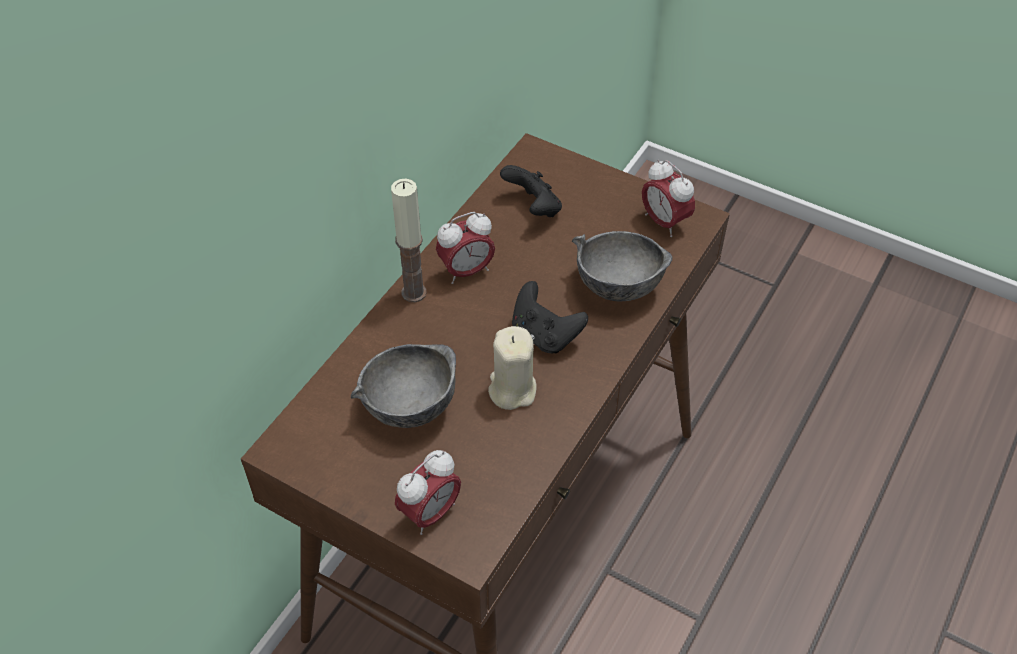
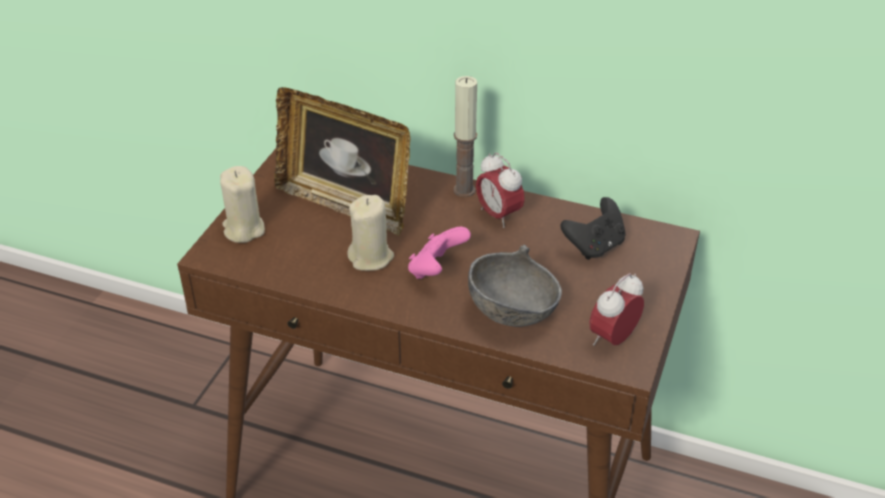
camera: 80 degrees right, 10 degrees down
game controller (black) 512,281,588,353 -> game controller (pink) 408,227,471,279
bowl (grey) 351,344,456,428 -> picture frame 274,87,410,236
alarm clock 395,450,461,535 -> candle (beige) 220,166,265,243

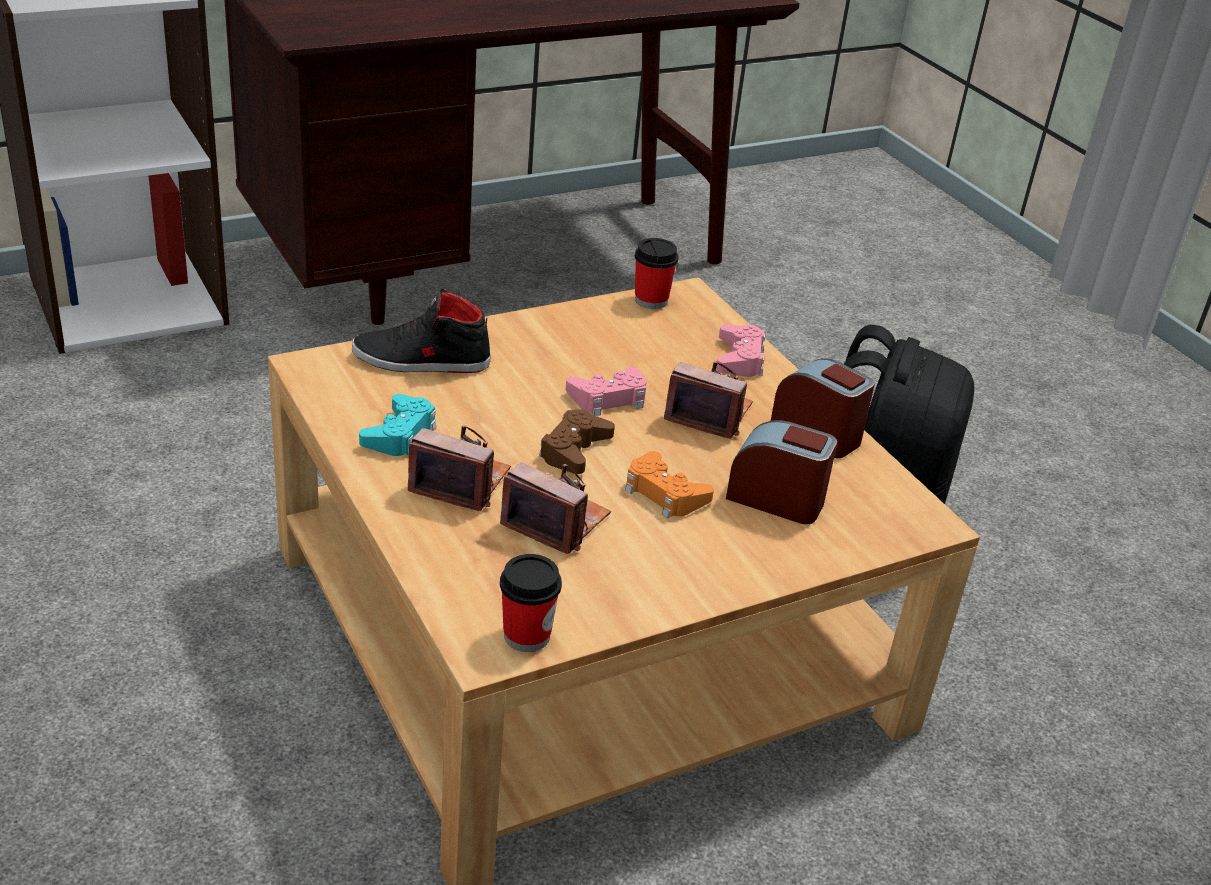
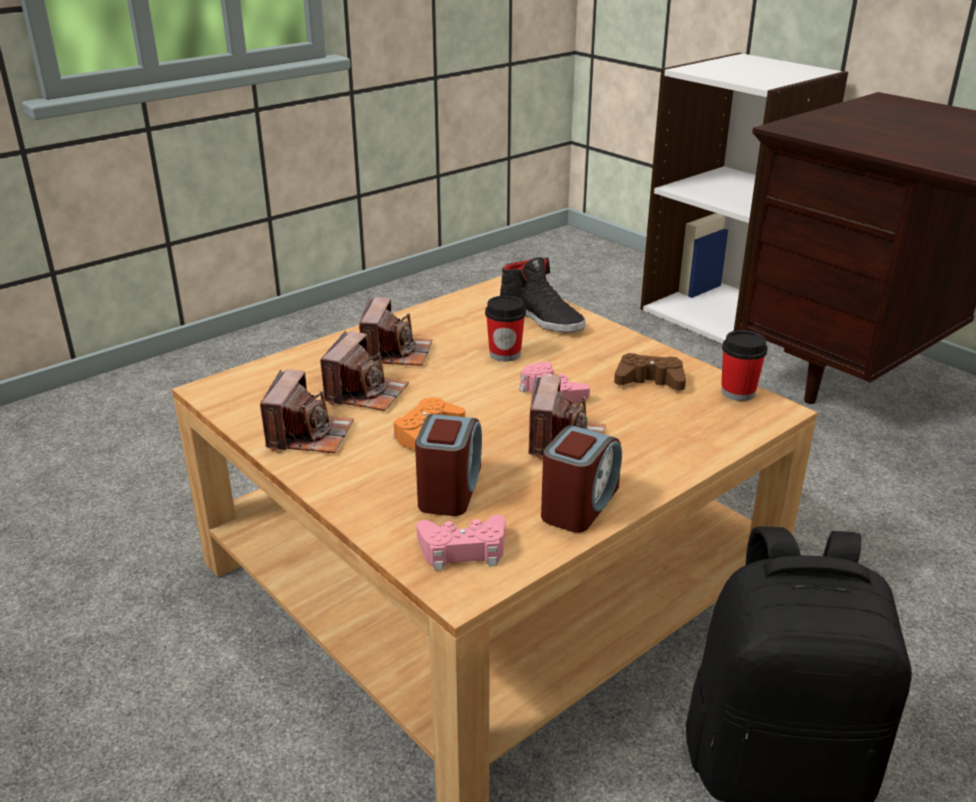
camera: 80 degrees right, 5 degrees down
shoe (black) 352,288,491,373 -> shoe (black) 500,257,585,333, 150 degrees clockwise
game controller (pink) 716,325,765,377 -> game controller (pink) 416,515,506,571, move
game controller (turquoise) 359,394,436,456 -> none
game controller (brown) 539,409,615,474 -> game controller (brown) 614,353,686,391, move
cup 500,554,562,652 -> cup 485,296,526,362, move
none -> photo camera 260,369,354,453

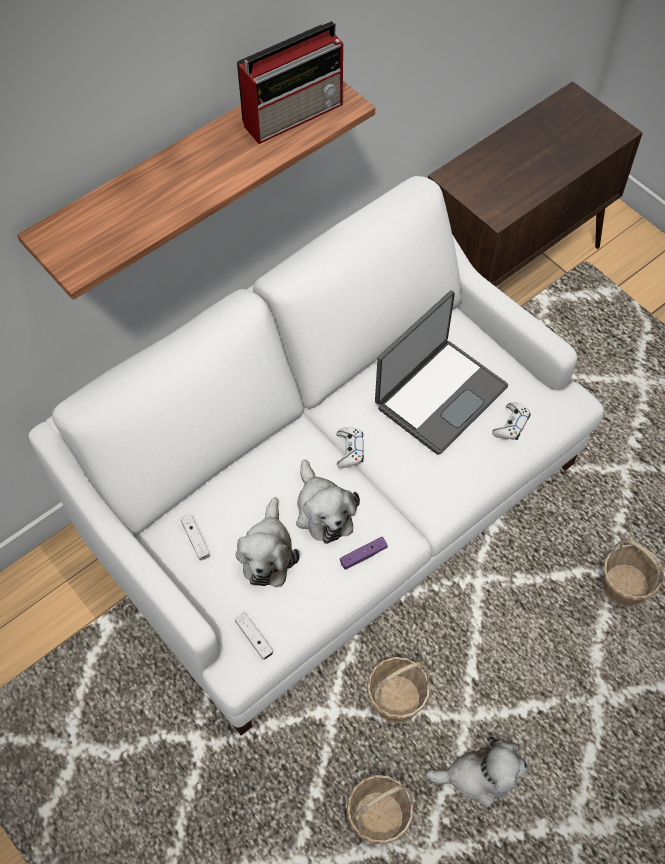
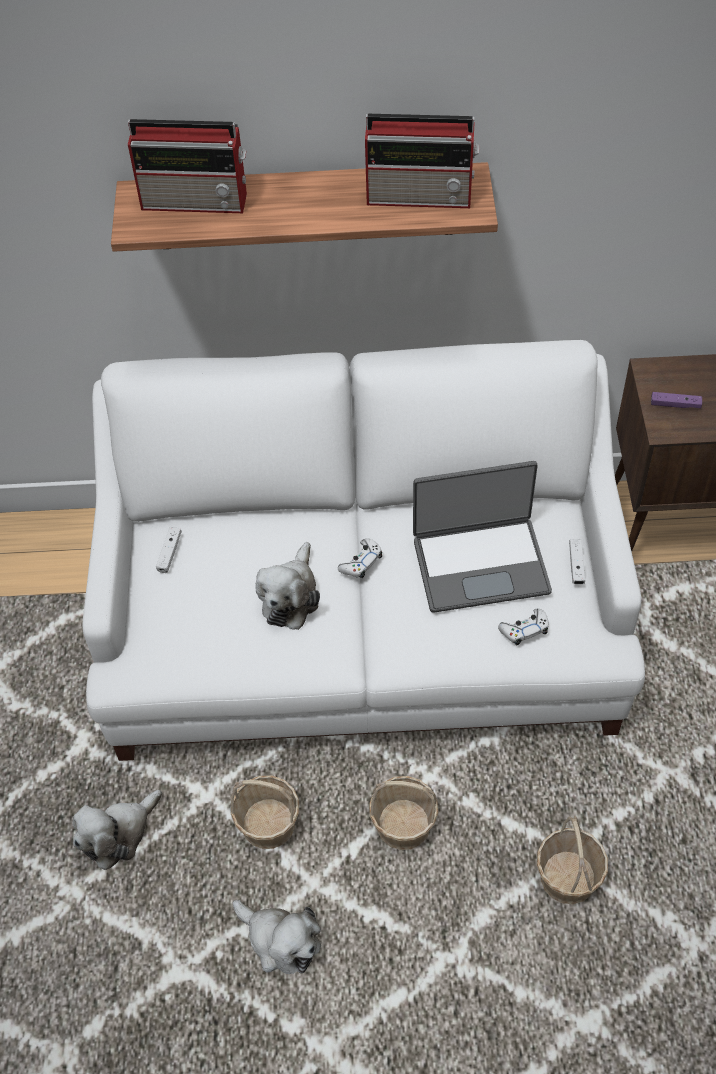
camera: 40 degrees right, 5 degrees down
plush toy 236,497,300,587 -> plush toy 72,790,162,870, move
game controller (purple) 340,536,388,570 -> game controller (purple) 651,392,702,408, move
game controller (white) 235,613,273,660 -> game controller (white) 569,539,585,584, move
basket 347,775,414,844 -> basket 369,776,438,850, move
none -> radio 128,119,247,214

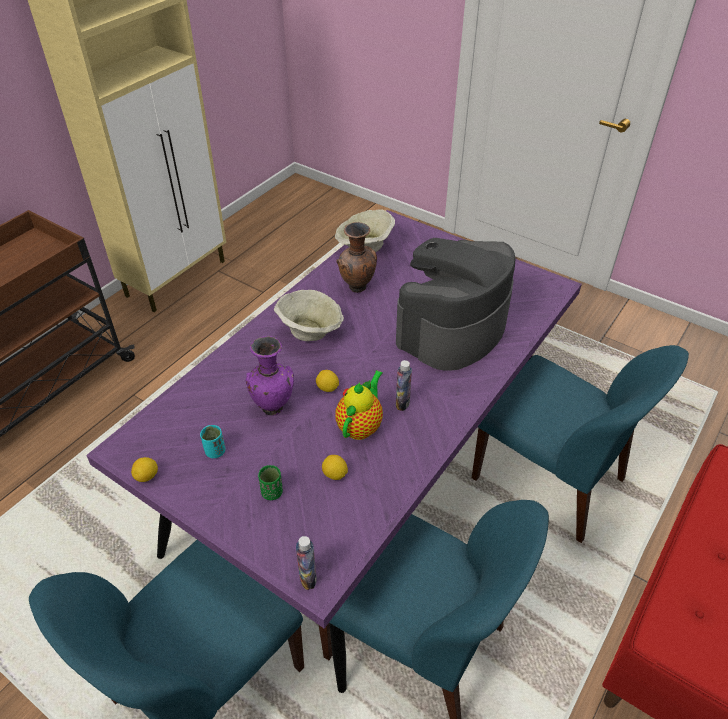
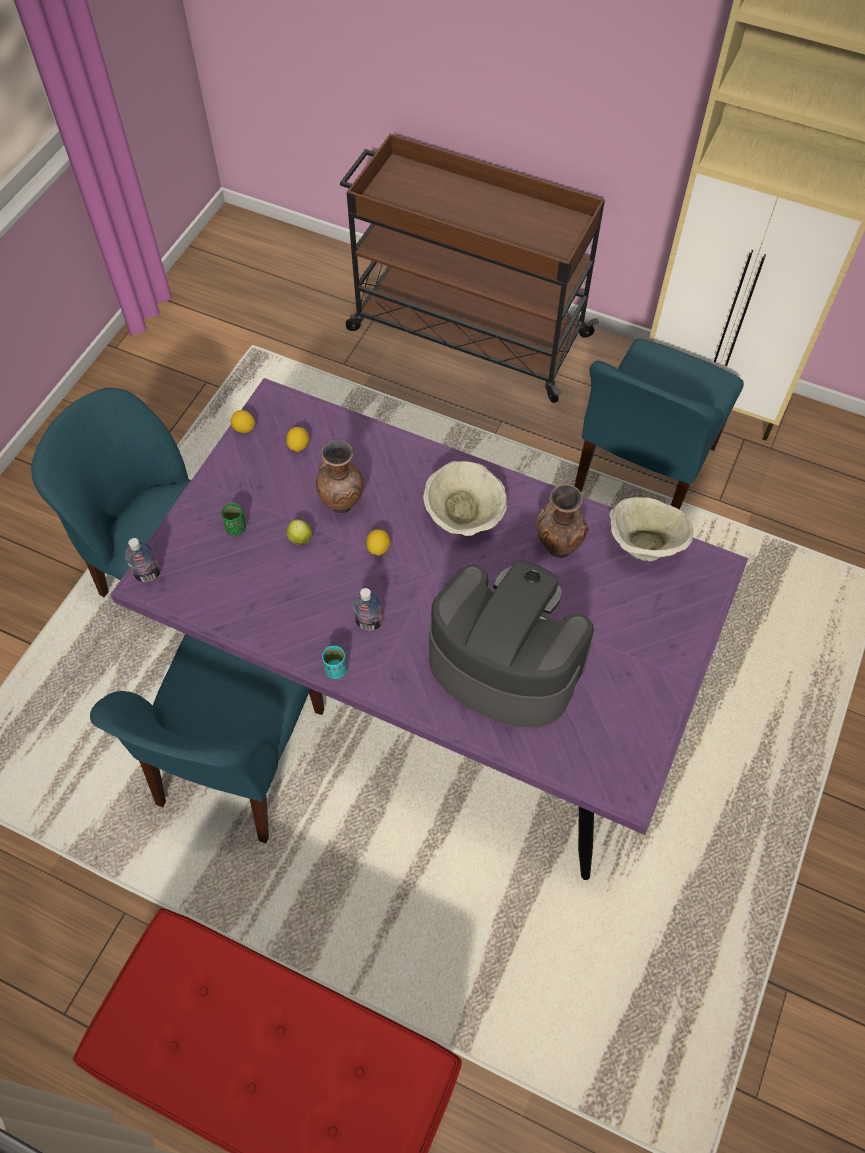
camera: 80 degrees right, 15 degrees up
vase (purple) 246,336,294,415 -> vase (brown) 316,440,364,514
chair (blue) 472,345,689,543 -> chair (blue) 575,338,744,510, move
teapot 335,370,383,440 -> none
cup (turquoise) 200,425,225,458 -> cup (turquoise) 322,646,347,679, move
lemon 322,455,348,480 -> lemon 286,427,309,452, move
none -> apple 286,519,312,545

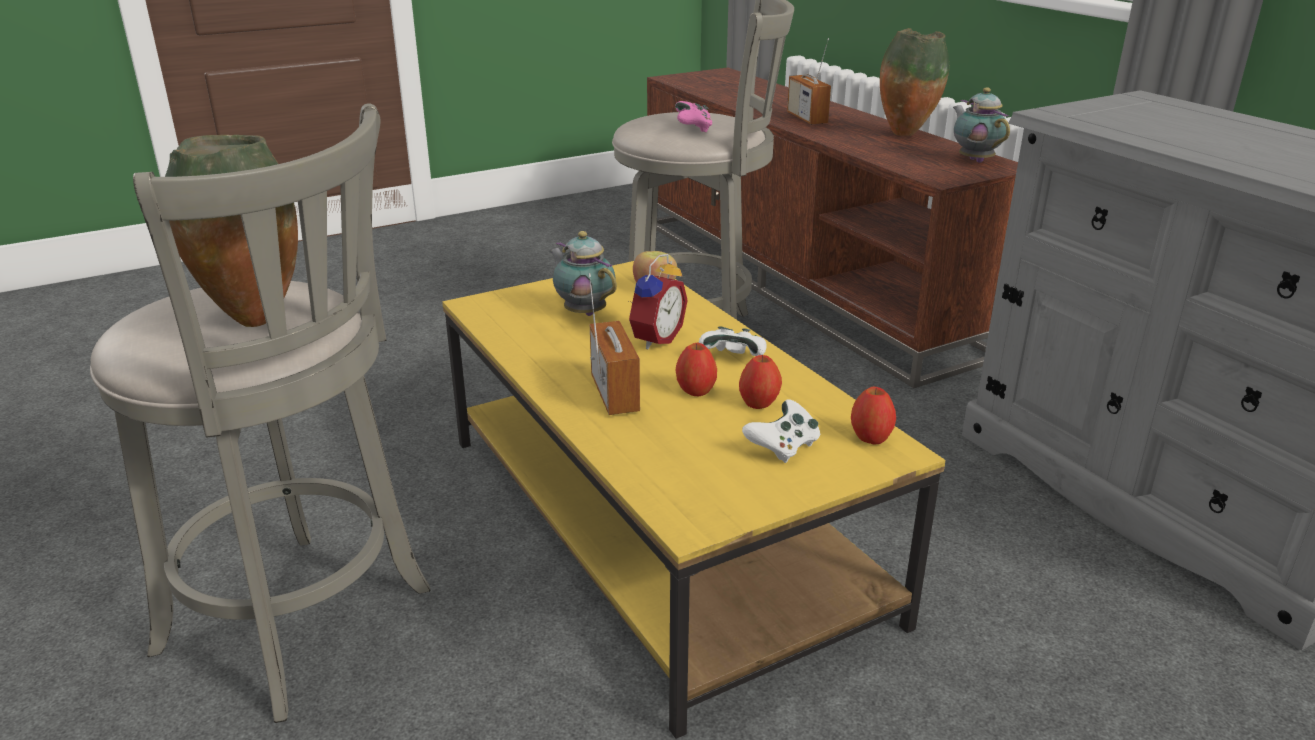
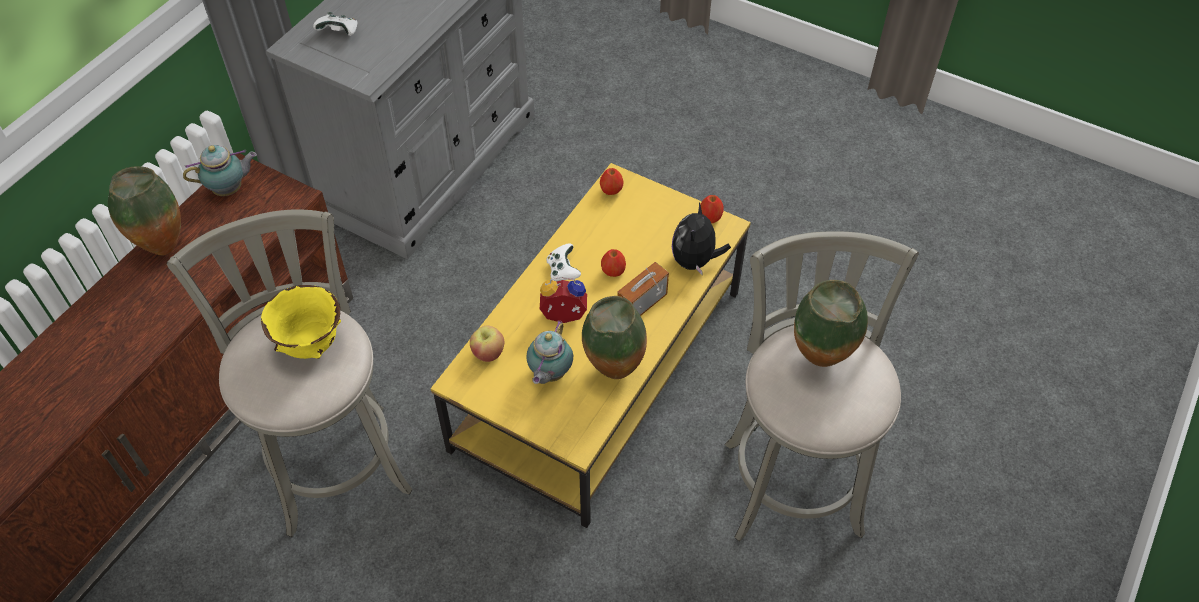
camera: 120 degrees left, 25 degrees up
radio 787,38,831,125 -> none
teapot 953,87,1010,163 -> teapot 183,145,257,196, 150 degrees counterclockwise
game controller (pink) 675,101,712,132 -> bowl (yellow) 261,285,341,359
apple 739,355,782,409 -> apple 700,195,724,223, move
game controller (white) 742,399,820,463 -> game controller (white) 313,12,358,36, move
none -> plush toy 672,203,731,275
none -> vase 582,296,647,379

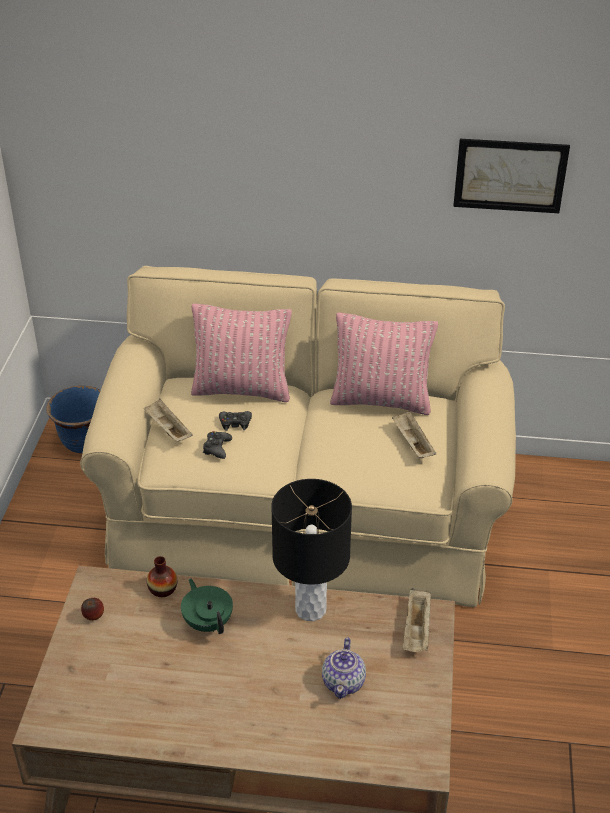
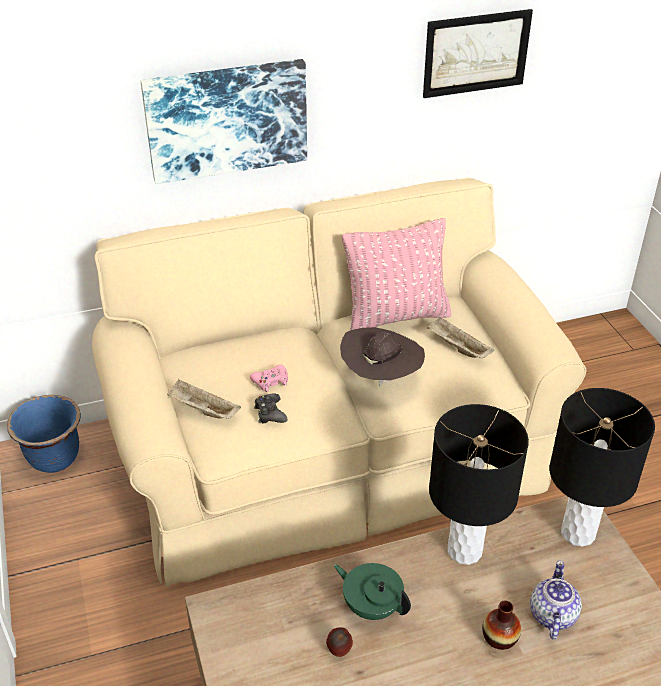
camera: 25 degrees left, 0 degrees up
pillow (pink) 191,304,292,402 -> none
game controller (black) 219,411,252,431 -> game controller (pink) 250,364,288,392
vase 147,556,177,597 -> vase 482,600,521,650, move
tray (beige) 403,588,431,652 -> table lamp (black) 549,388,655,547
apple 81,598,104,621 -> apple 326,627,353,657, move
teapot 322,637,366,699 -> teapot 530,560,582,639, 150 degrees counterclockwise
none -> picture 140,59,307,184
none -> hat (brown) 340,327,425,387

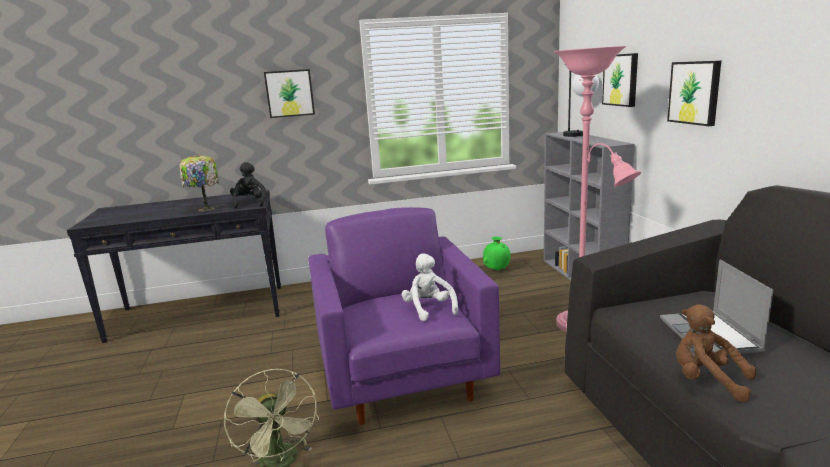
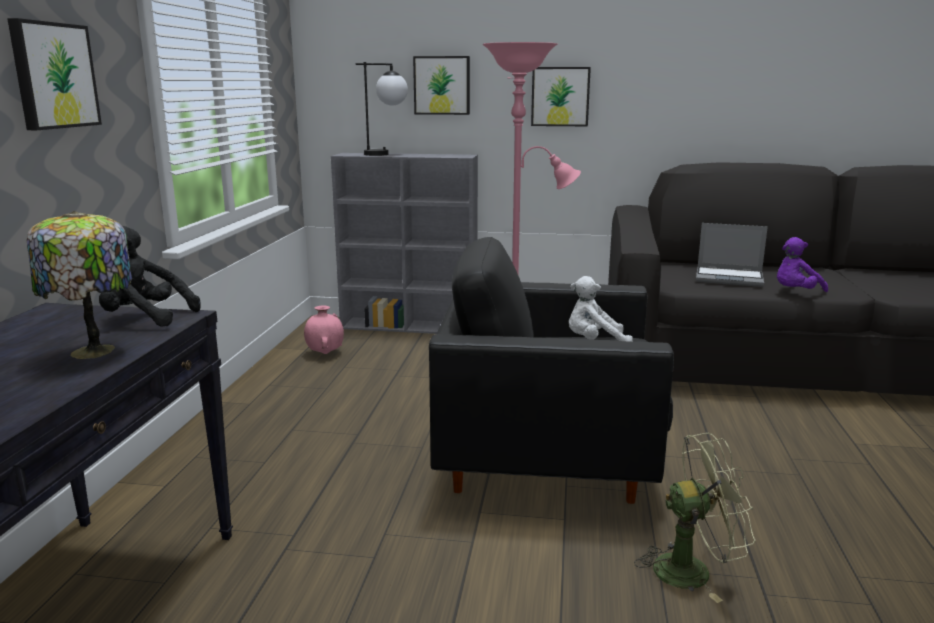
camera: 70 degrees left, 0 degrees up
armchair (purple) 308,207,500,425 -> armchair (black) 429,237,674,504
vase (green) 483,237,511,271 -> vase (pink) 304,305,344,354
plush toy (brown) 676,304,757,402 -> plush toy (purple) 777,237,828,292

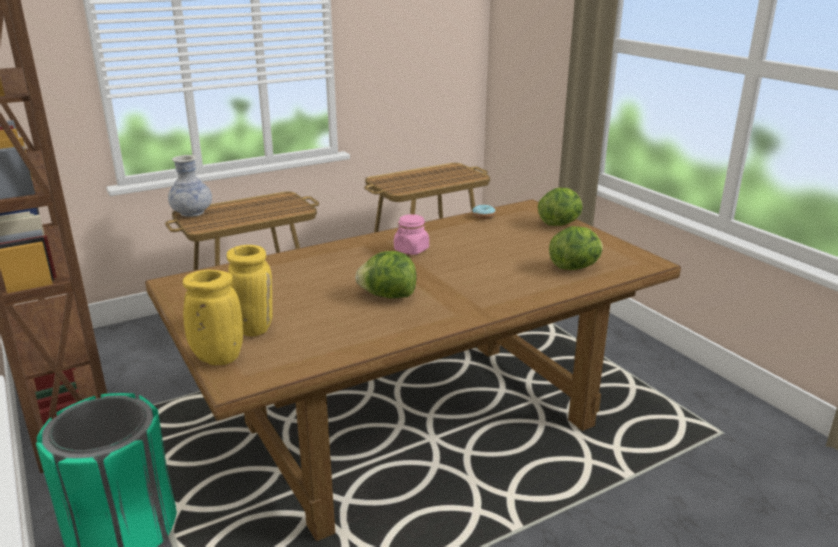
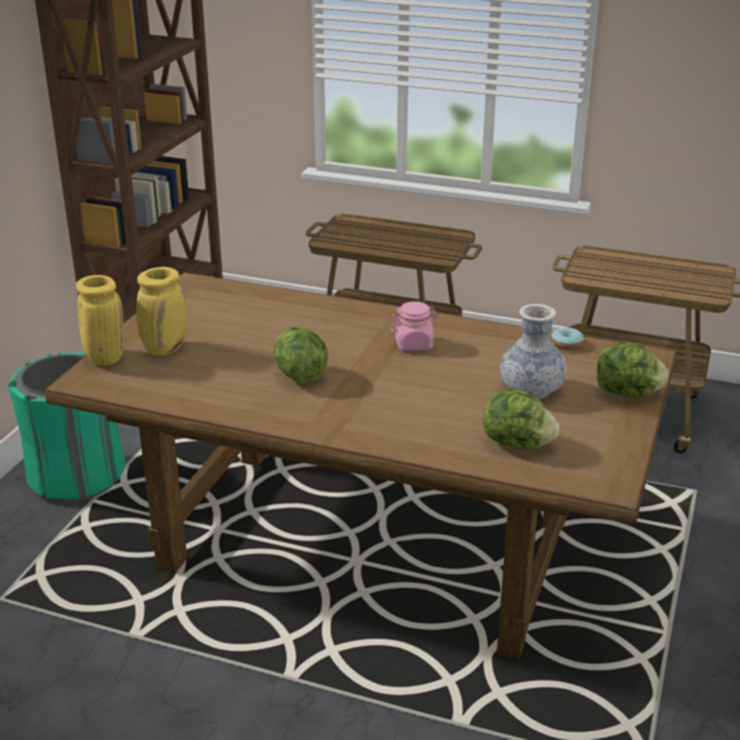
camera: 50 degrees right, 5 degrees up
vase 168,155,212,217 -> vase 500,304,567,399, move

